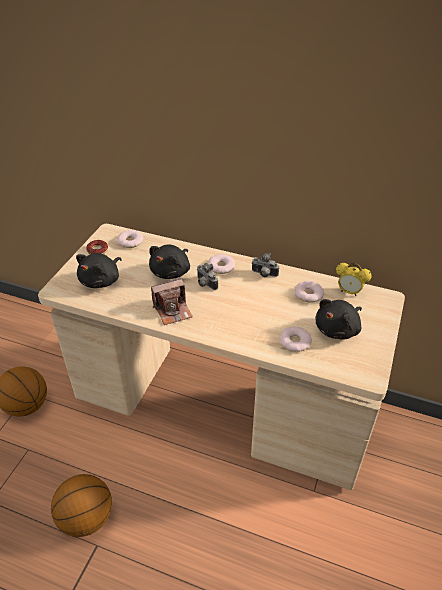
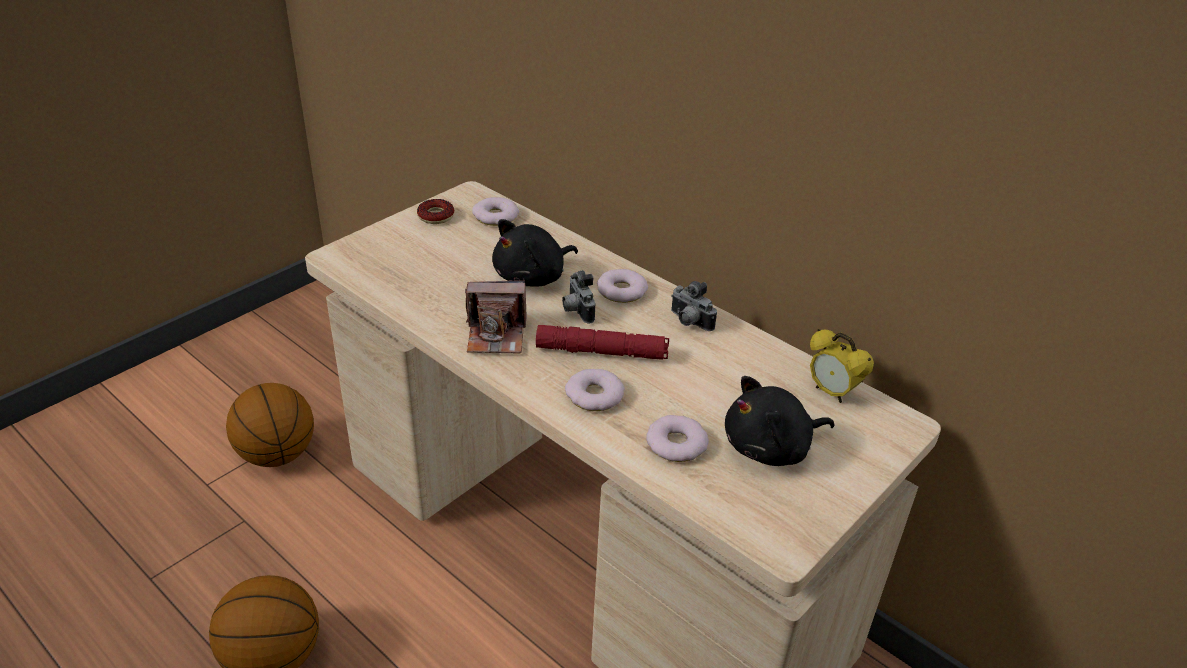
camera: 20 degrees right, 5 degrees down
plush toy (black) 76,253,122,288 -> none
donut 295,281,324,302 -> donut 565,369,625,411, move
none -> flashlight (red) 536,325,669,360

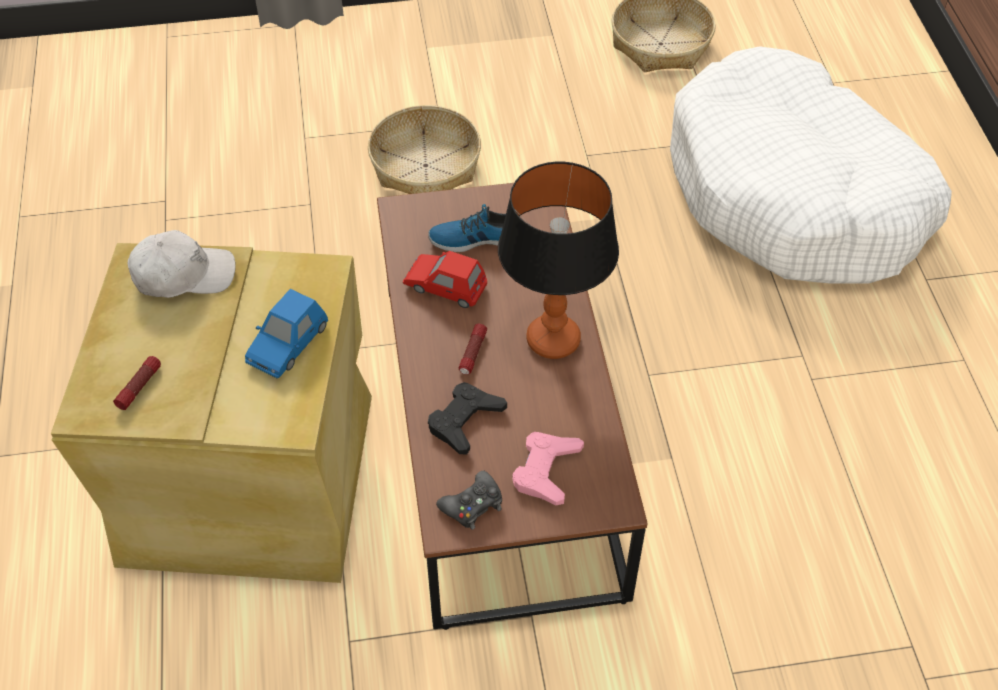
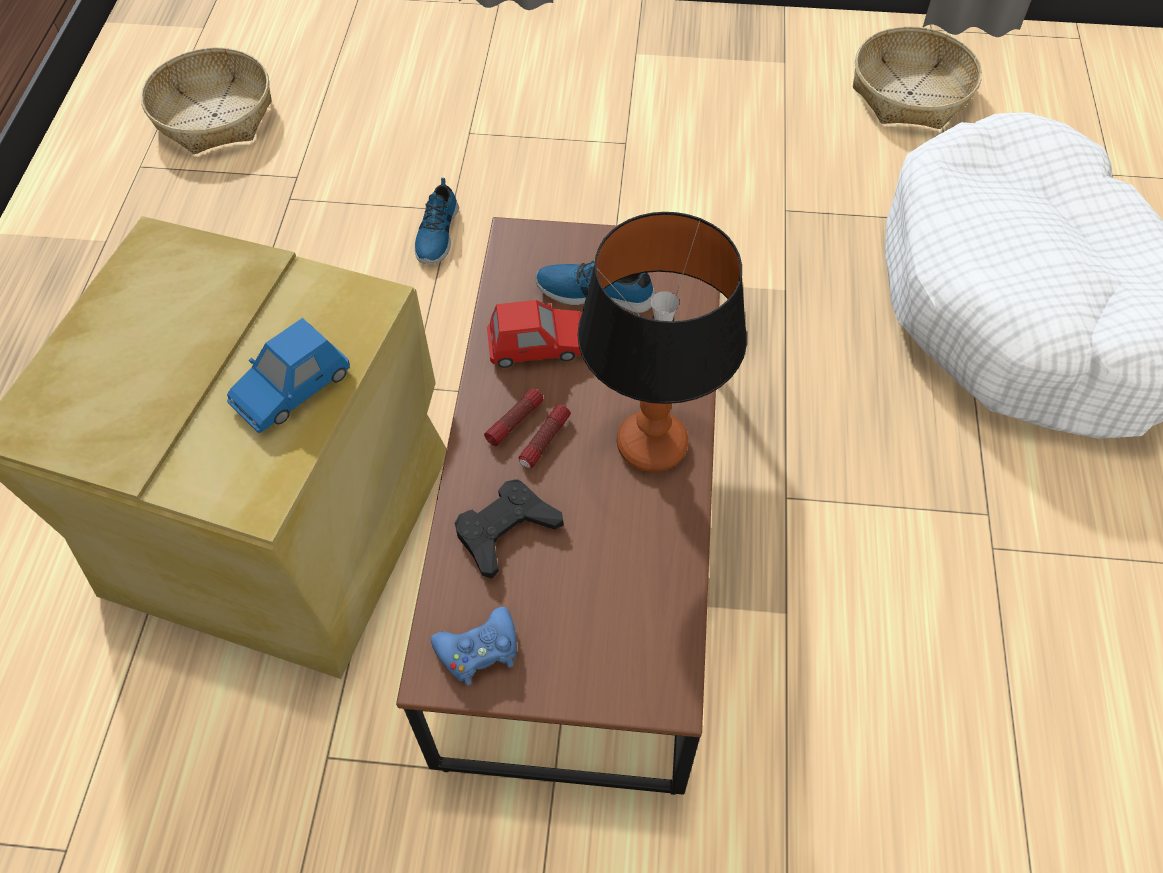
camera: 15 degrees right, 5 degrees up
basket 368,105,481,194 -> basket 141,47,272,154, move
cap (white) 128,230,236,298 -> none
toy car (red) 403,251,487,308 -> toy car (red) 487,300,582,368, 135 degrees clockwise
flashlight 113,356,161,410 -> flashlight 484,389,543,446, move
game controller (pink) 512,432,584,505 -> none
game controller (black) 436,471,502,530 -> game controller (blue) 431,607,517,686
none -> shoe 415,178,459,264

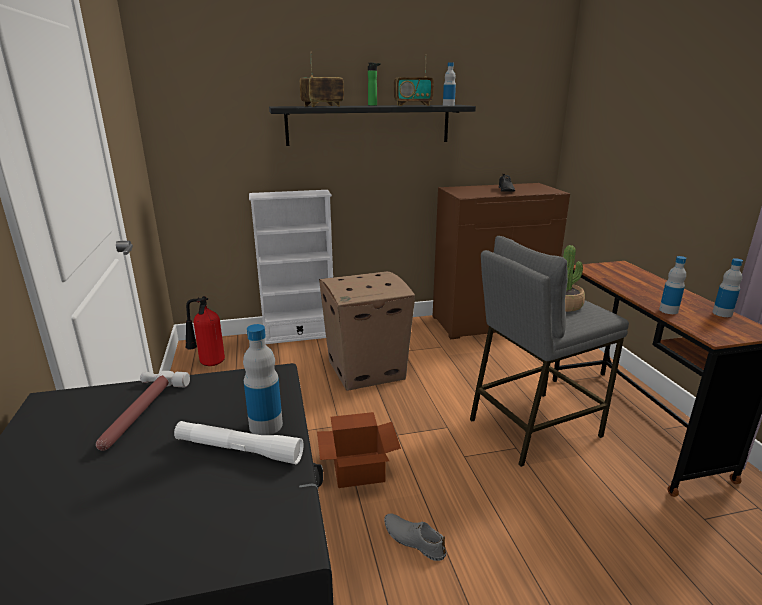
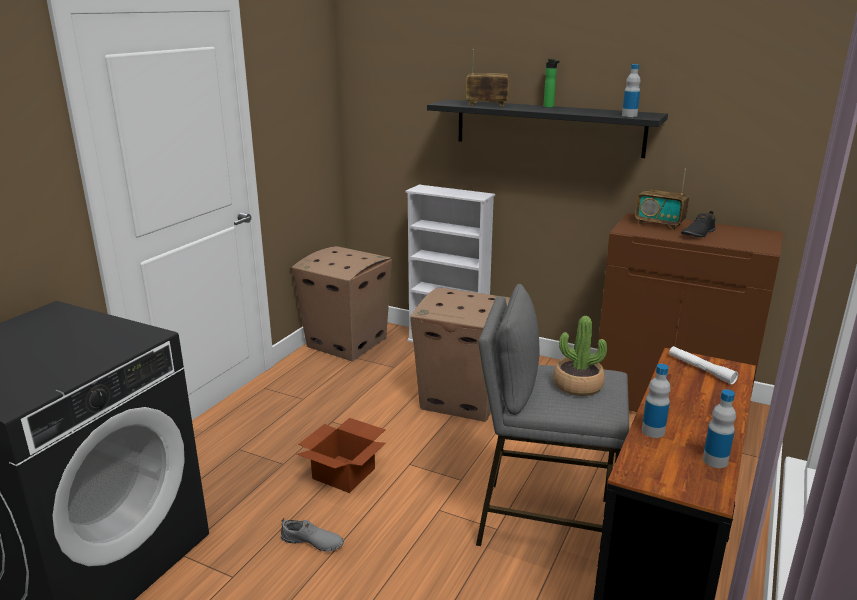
camera: 40 degrees right, 0 degrees up
radio 394,54,434,106 -> radio 635,169,689,230, move
fire extinguisher 185,296,225,366 -> cardboard box 291,246,392,361
bottle 243,324,283,435 -> none
hammer 96,371,190,451 -> none
flashlight (white) 174,421,304,464 -> flashlight (white) 669,346,738,385, move
shoe (grey) 384,513,446,561 -> shoe (grey) 281,518,344,551, 120 degrees clockwise

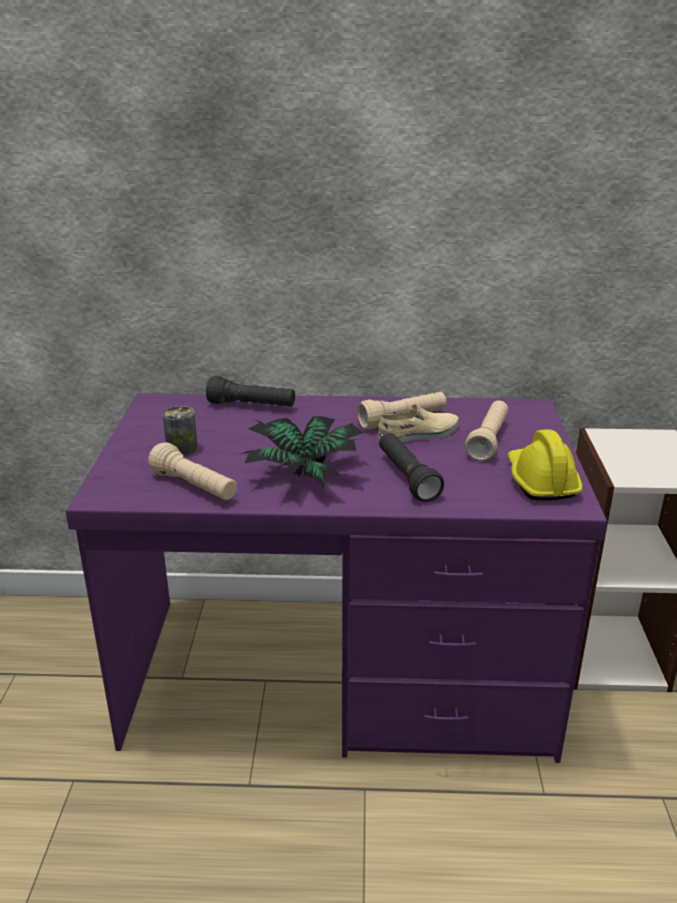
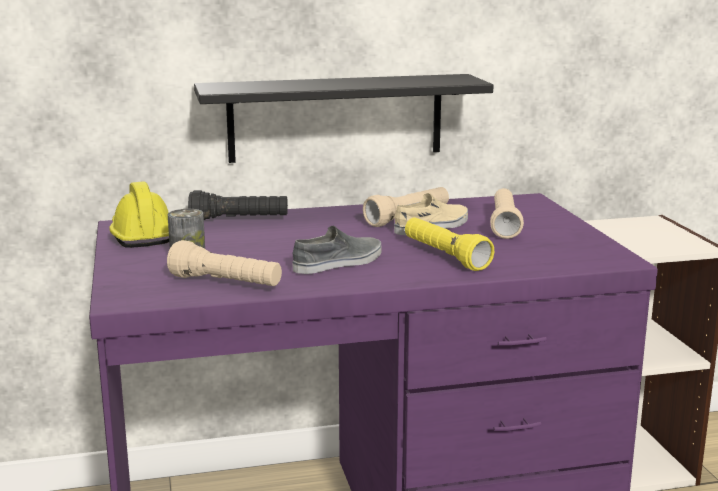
camera: 15 degrees left, 10 degrees down
potted plant 241,416,365,488 -> shoe (grey) 292,226,381,274
hard hat (yellow) 508,429,582,500 -> hard hat (yellow) 109,182,169,248, move
flashlight (black) 379,433,444,502 -> flashlight (yellow) 405,218,494,271
none -> shelf (black) 194,74,494,163

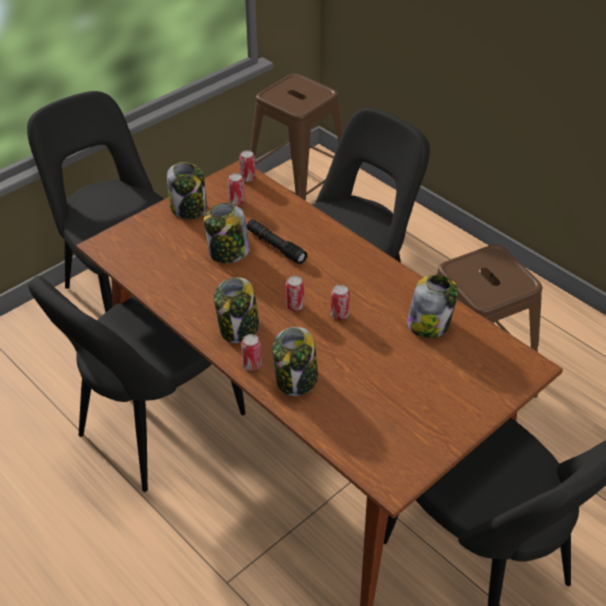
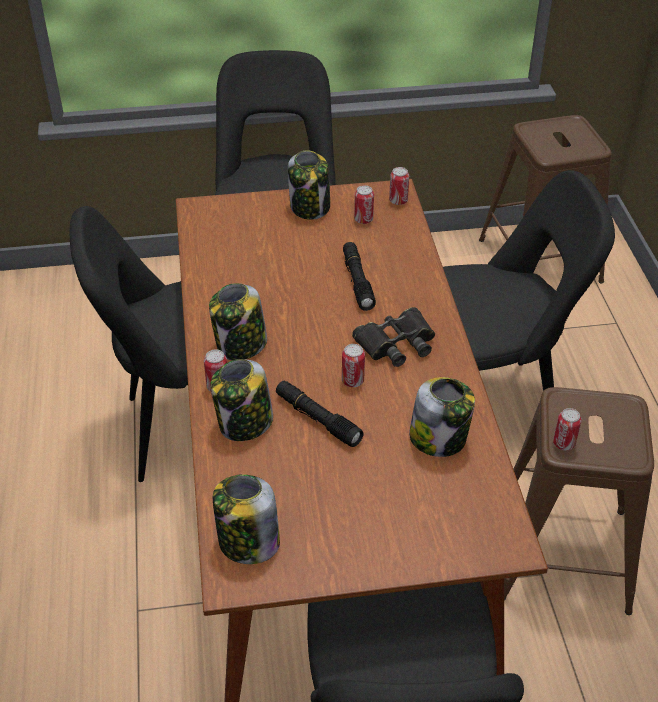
camera: 35 degrees right, 0 degrees up
jar 204,203,250,263 -> jar 213,474,280,564, move
can 286,276,304,311 -> can 553,408,581,451, move
none -> binoculars (black) 352,307,435,367
none -> flashlight (black) 276,381,364,447

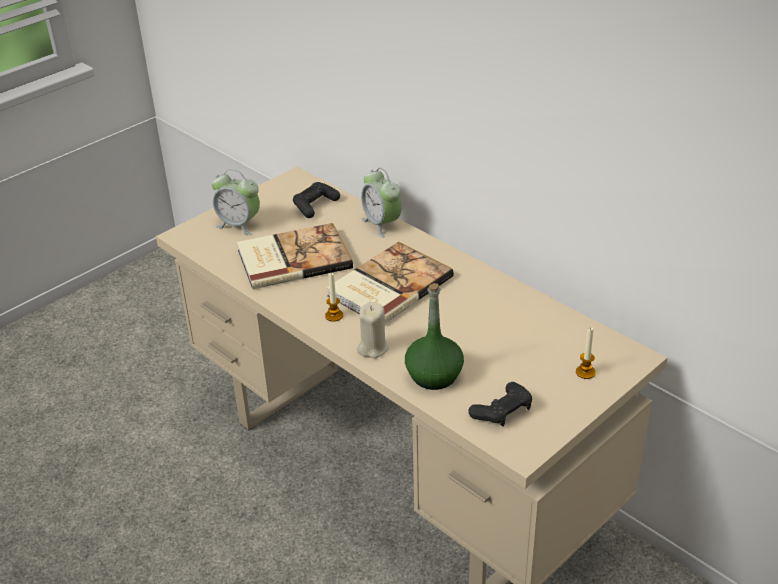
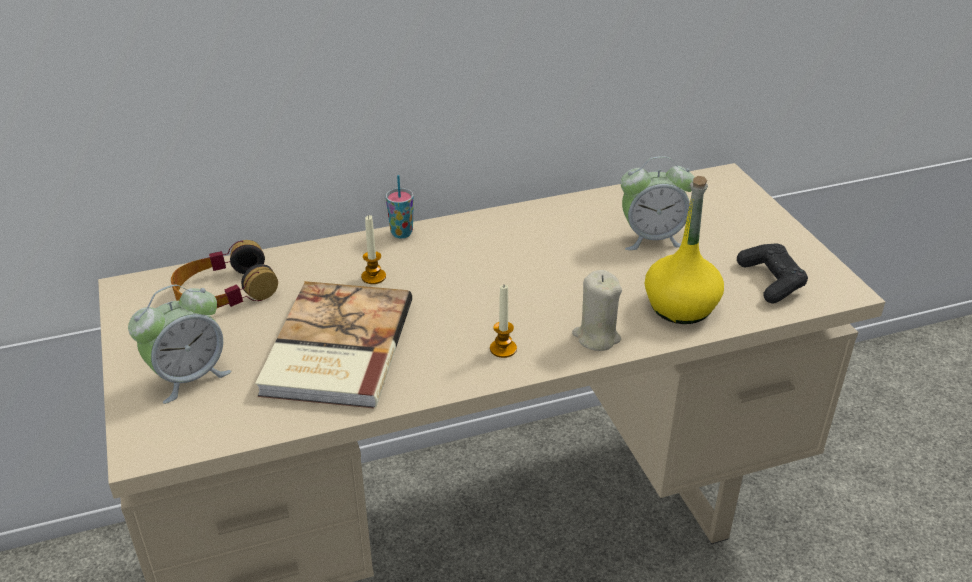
camera: 65 degrees left, 0 degrees up
alarm clock 361,168,402,238 -> alarm clock 621,156,695,250, move
game controller (black) 293,182,340,218 -> headphones 171,240,278,308
book 327,242,454,323 -> none
bottle (green) 405,283,464,390 -> bottle (yellow) 645,176,724,324
candle 576,327,596,379 -> candle 361,215,386,284, move
none -> cup 386,175,414,238

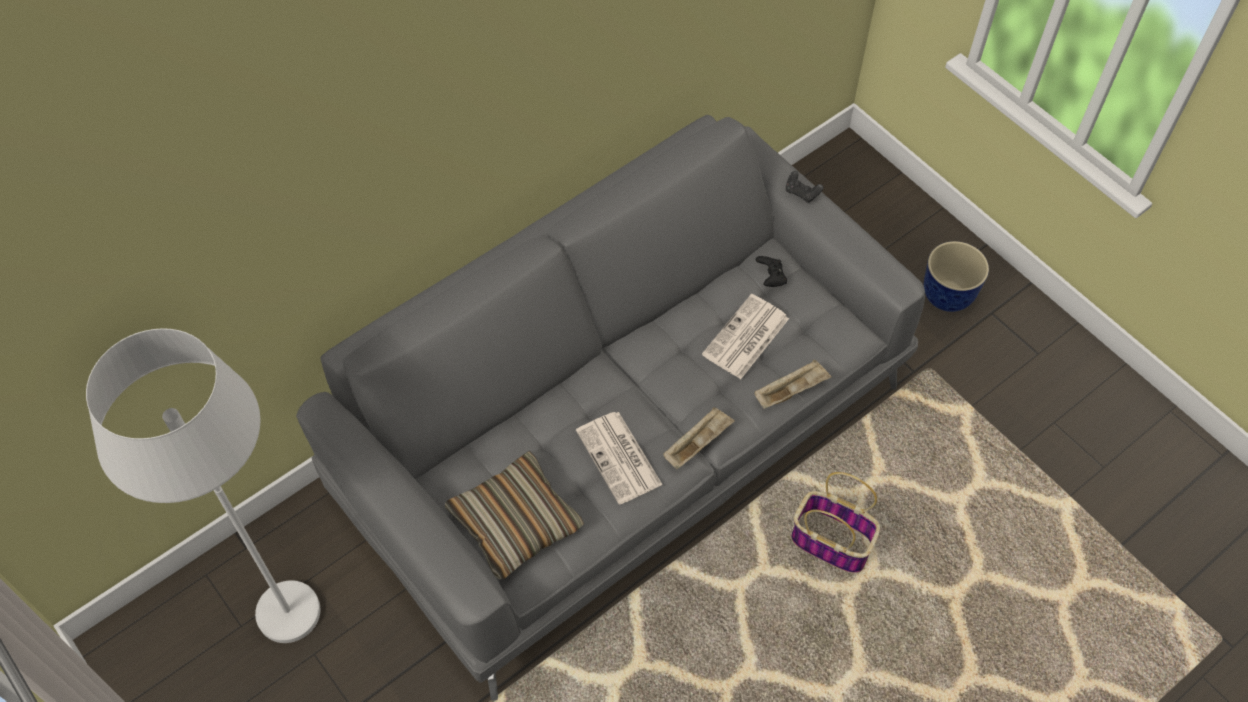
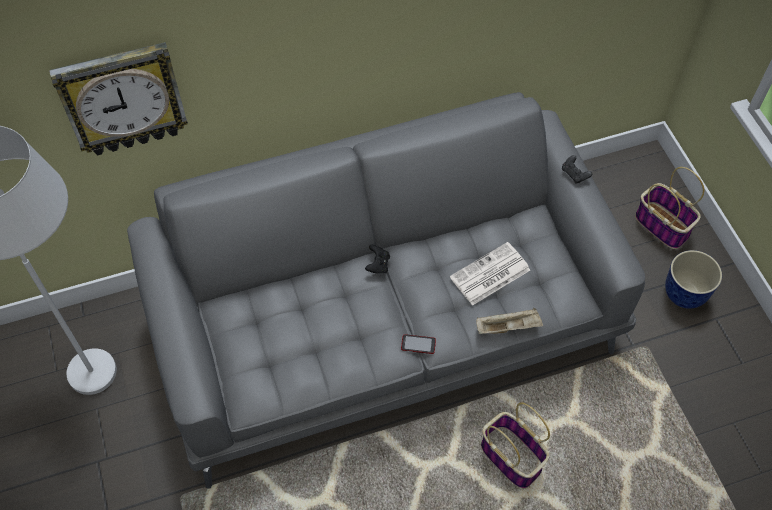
camera: 20 degrees right, 0 degrees up
game controller (black) 756,256,787,287 -> game controller (black) 365,245,390,274, move
tray (beige) 663,407,735,469 -> phone 401,334,436,354
newspaper 576,412,663,505 -> none
pillow 445,451,584,579 -> none
none -> wall clock 49,42,188,155
none -> basket 635,167,704,249

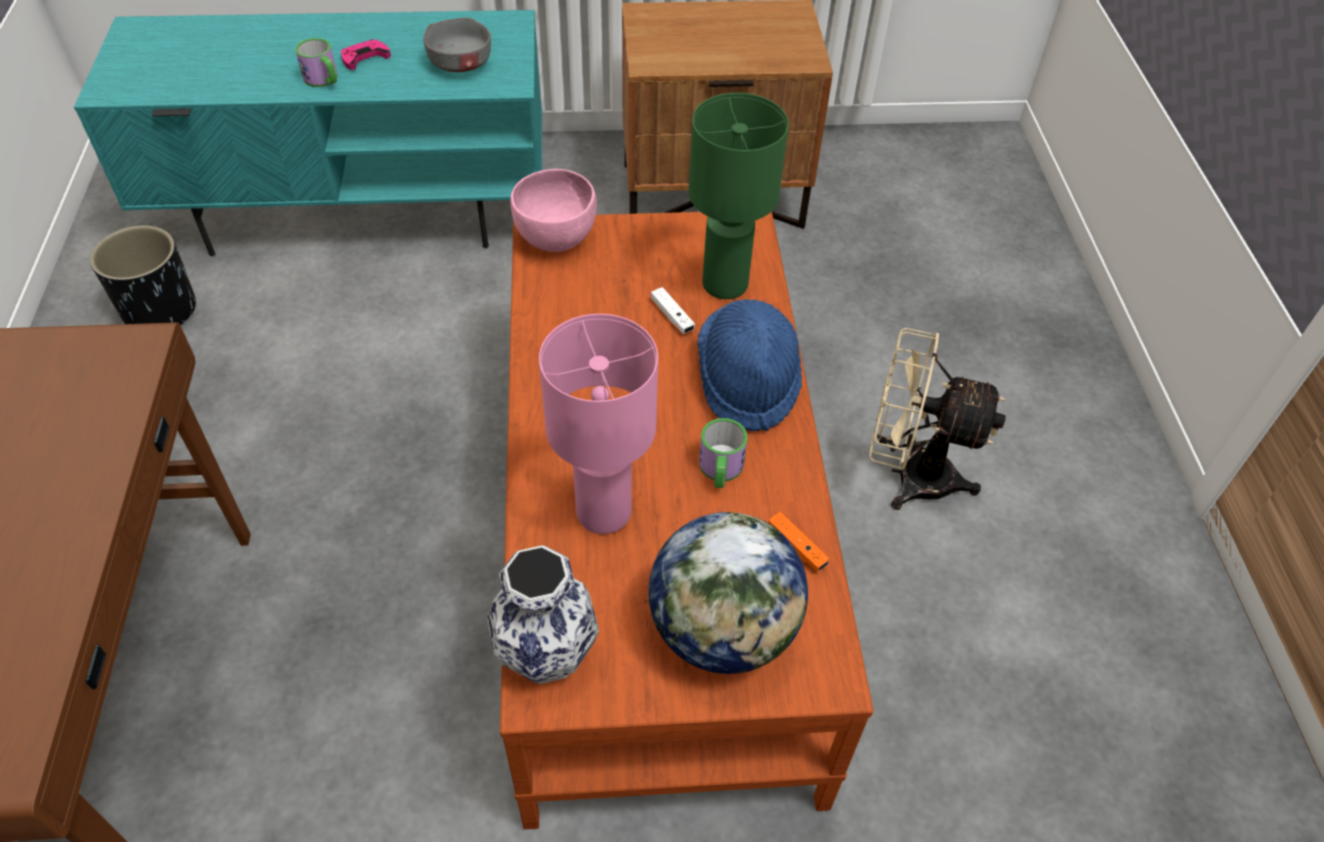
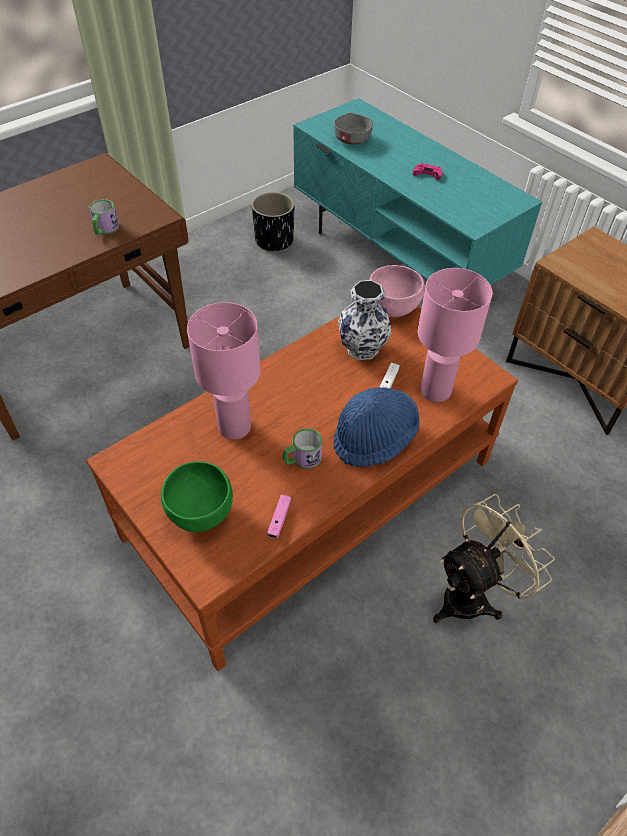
camera: 55 degrees right, 0 degrees up
bowl (grey) 423,18,491,72 -> bowl (grey) 334,113,373,144, move
mug 295,38,338,87 -> mug 89,199,119,235, move
table lamp (green) 689,93,789,299 -> table lamp (pink) 417,268,493,402
fan (beige) 869,328,1006,510 -> fan (beige) 433,494,555,623, 75 degrees clockwise
globe 648,512,808,674 -> bowl (green) 161,461,233,532
game controller (orange) 768,512,830,572 -> game controller (pink) 267,495,291,538
vase 487,545,599,684 -> vase 338,280,392,360, move

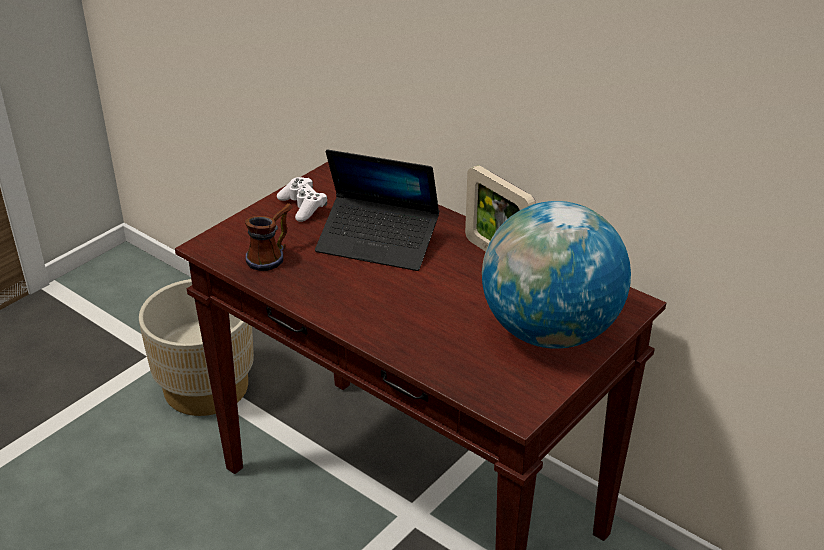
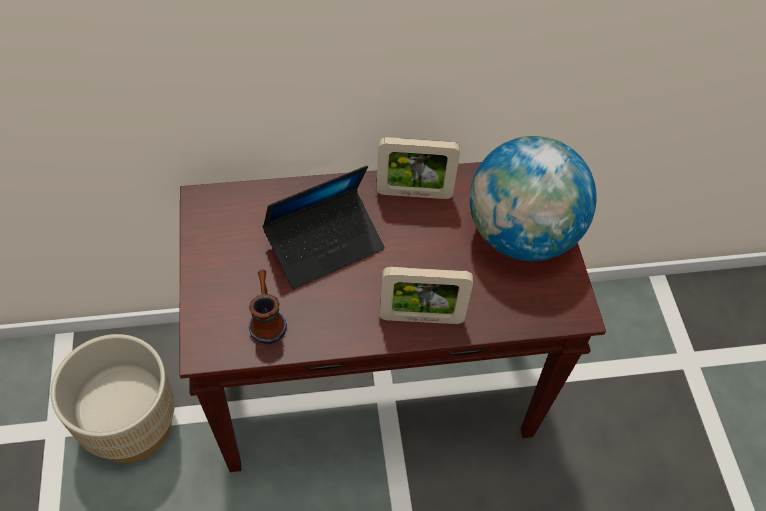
camera: 50 degrees left, 20 degrees up
game controller (white) 277,177,327,222 -> none
none -> picture frame 380,267,473,324

